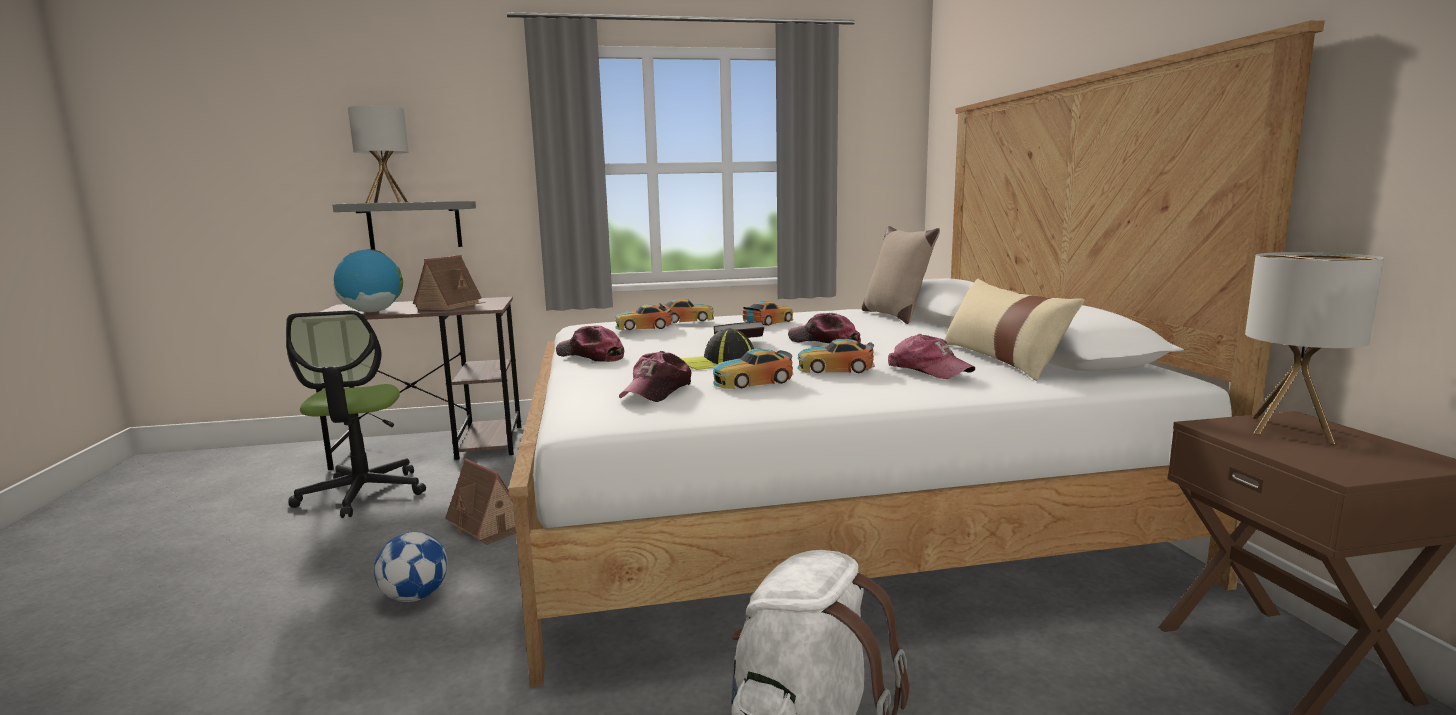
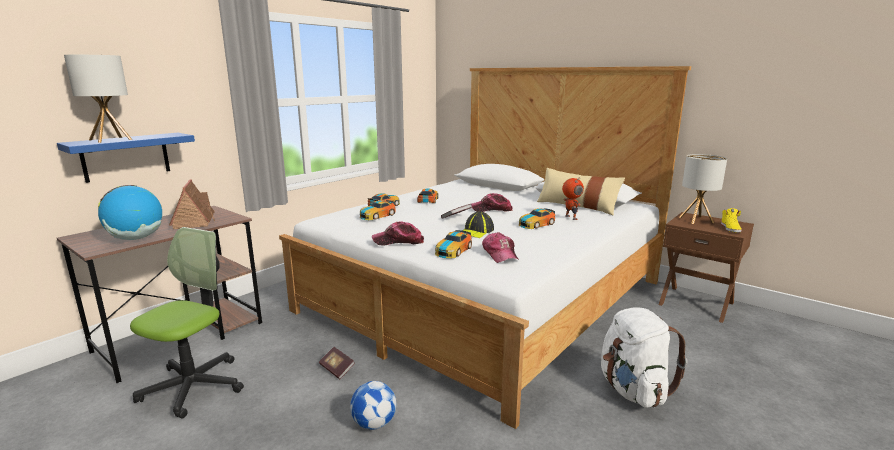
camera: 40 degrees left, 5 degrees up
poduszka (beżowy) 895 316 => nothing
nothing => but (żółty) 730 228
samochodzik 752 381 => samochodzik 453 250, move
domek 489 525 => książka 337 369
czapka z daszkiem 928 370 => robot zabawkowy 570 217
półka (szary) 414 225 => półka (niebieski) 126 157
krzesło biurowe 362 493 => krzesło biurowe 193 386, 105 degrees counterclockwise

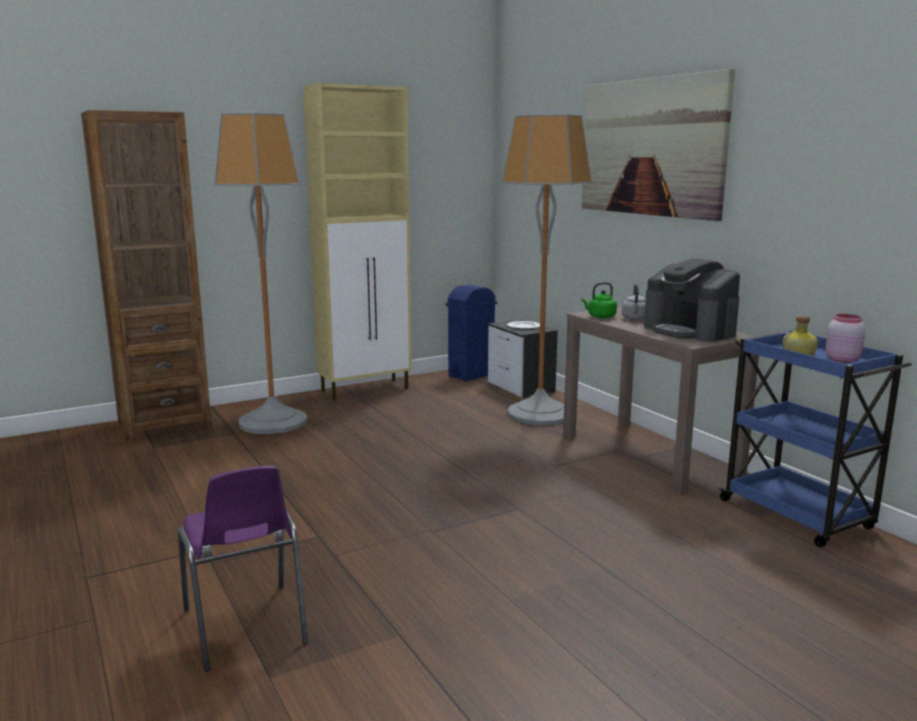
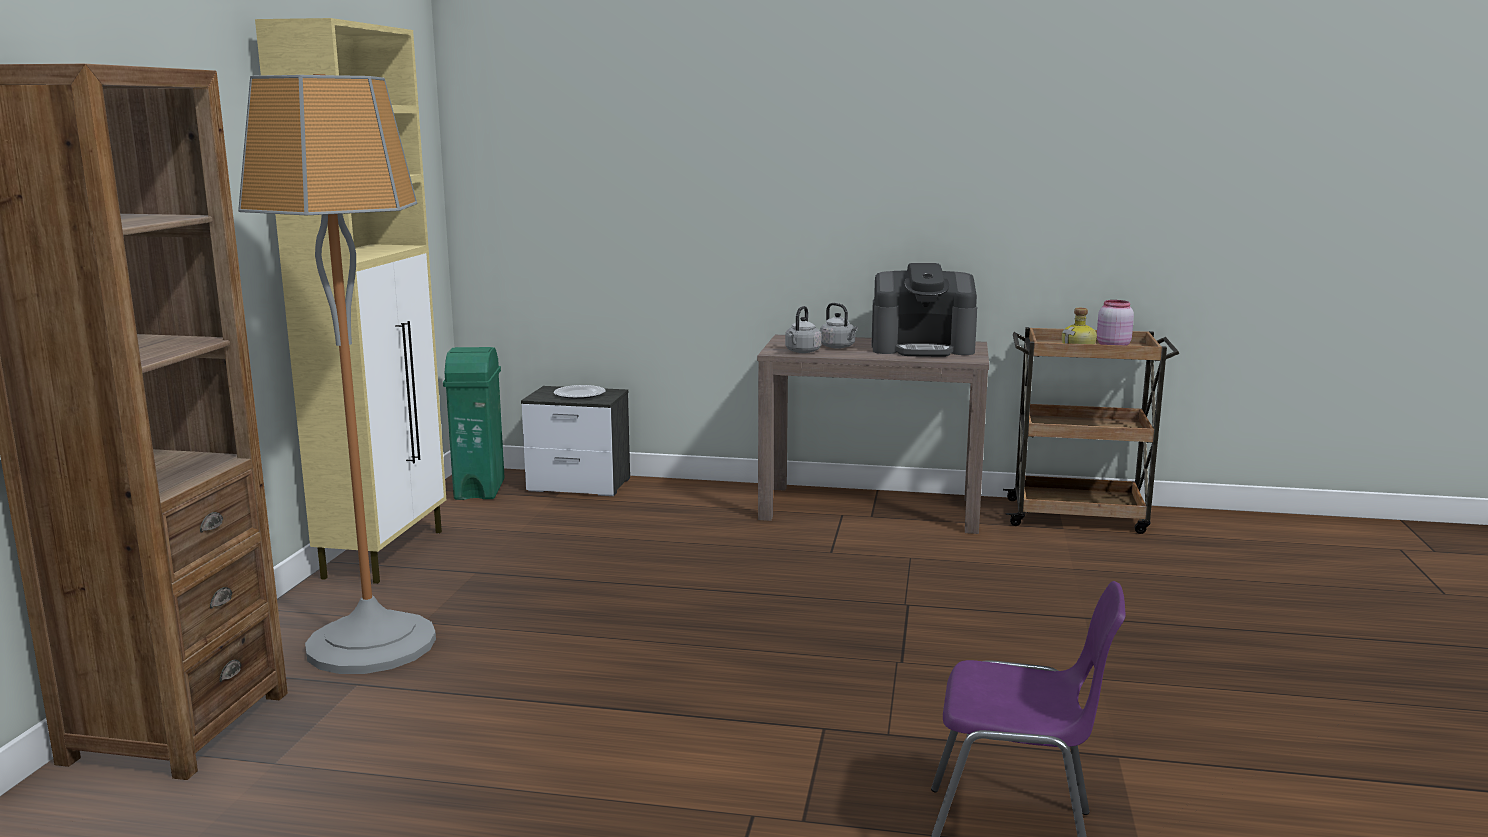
camera: 50 degrees left, 0 degrees up
lampa stojąca 539 414 => nothing
obraz 651 147 => nothing
kosz na śmieci (niebieski) 471 375 => kosz na śmieci (zielony) 480 489
czajnik (zielony) 600 316 => czajnik (szary) 802 351
wózek (niebieski) 797 515 => wózek (brązowy) 1078 516

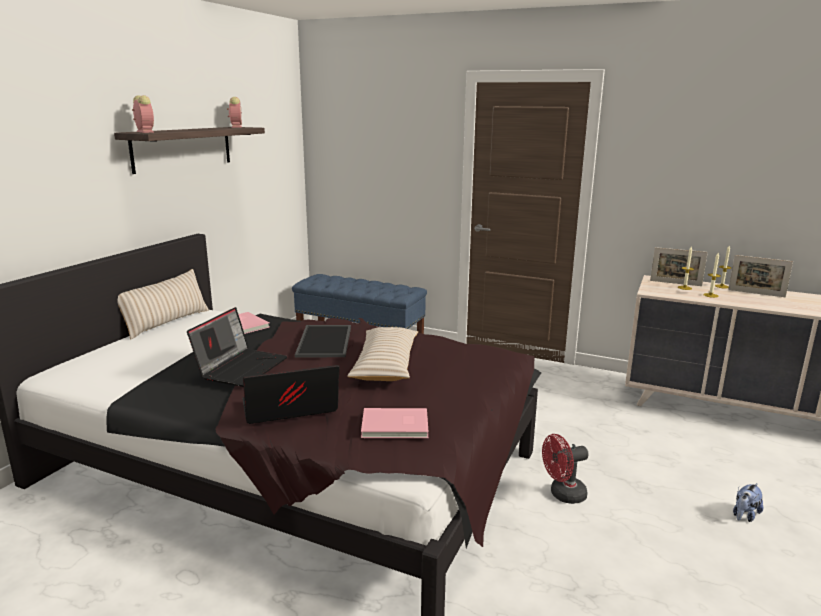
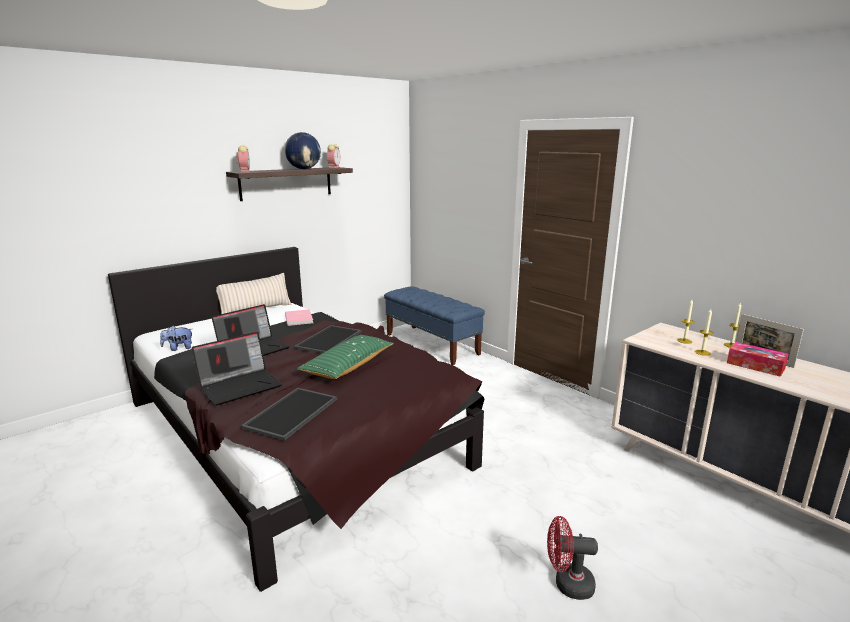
camera: 25 degrees right, 0 degrees up
ramka na zdjęcie 675 283 => nothing
nothing => globus 304 169
nothing => pudełko chusteczek 755 365
wentylator (czerwony) 563 495 => wentylator (czerwony) 567 584, move
pluszak 744 515 => pluszak 178 348, move
książka (różowy) 396 426 => taca 292 413
poduszka (beżowy) 385 365 => poduszka (zielony) 348 366
laptop 288 410 => laptop 241 386, 135 degrees clockwise

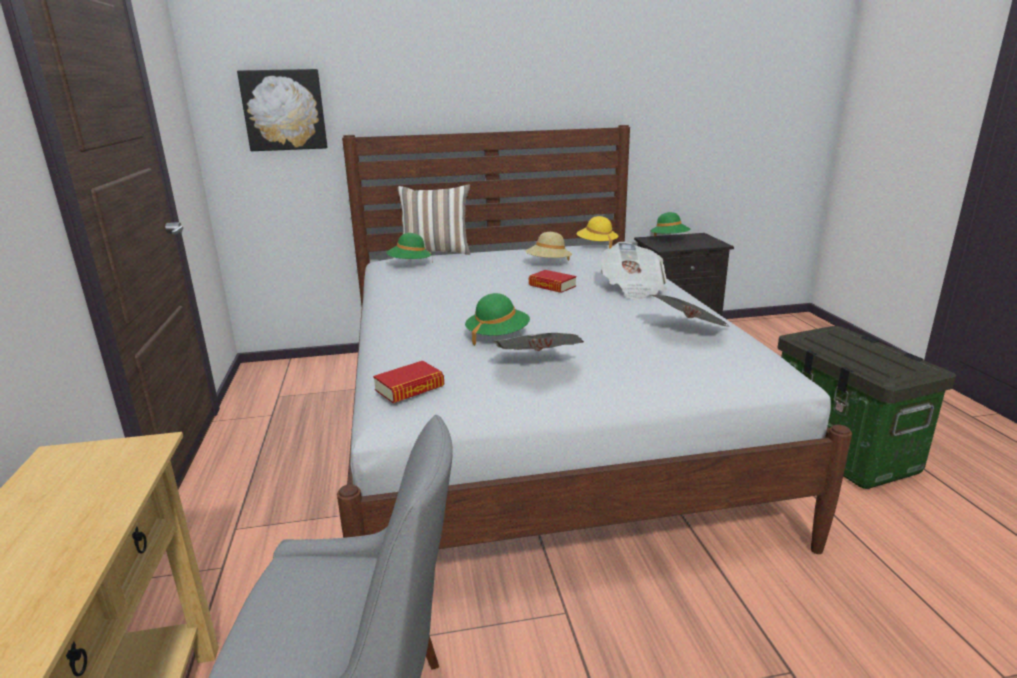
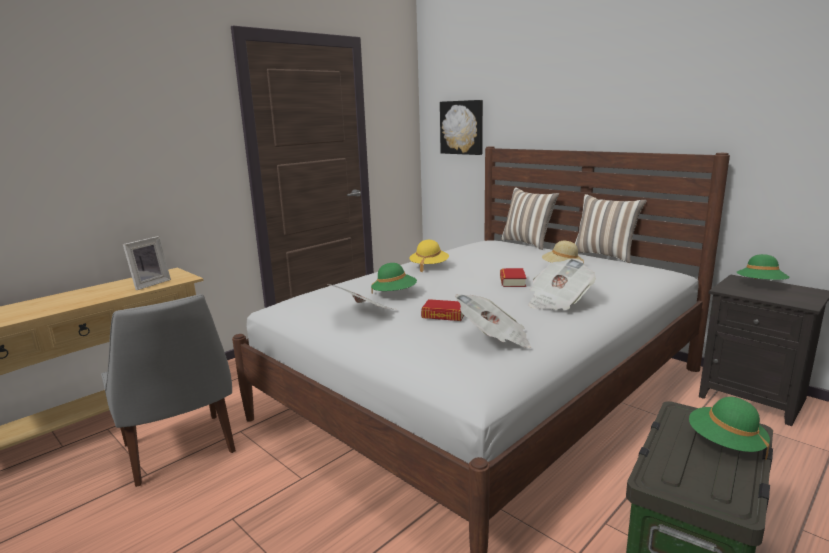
camera: 55 degrees right, 5 degrees down
nothing => ramka na zdjęcie 149 284
nothing => poduszka 605 255
książka 409 388 => książka 444 315, move
kapelusz (zielony) 409 264 => kapelusz (zielony) 725 444, move
kapelusz (żółty) 597 245 => kapelusz (żółty) 429 266, move

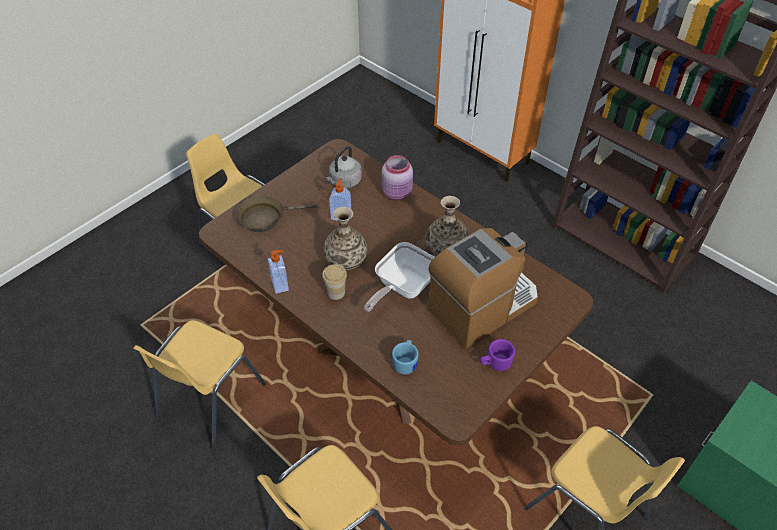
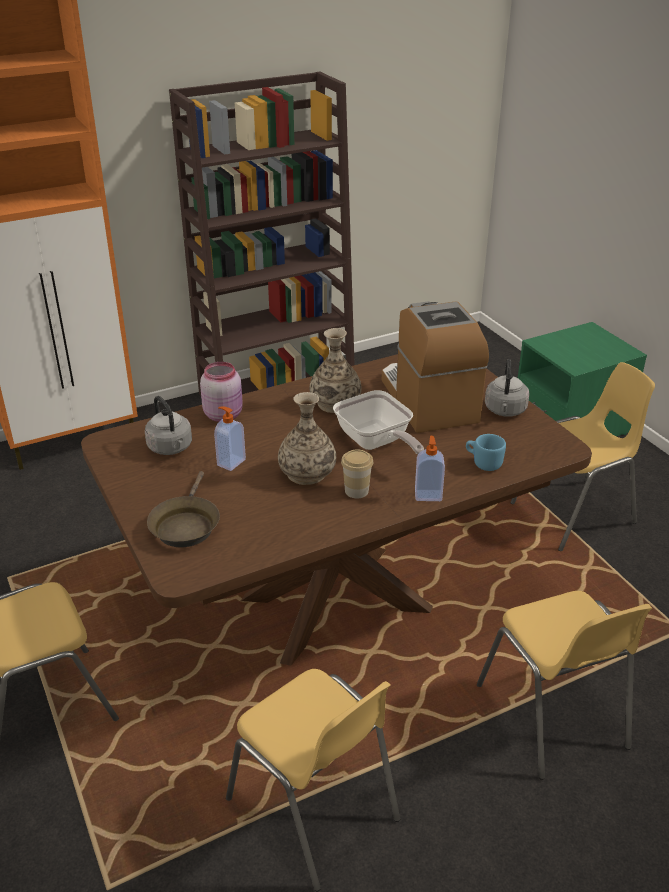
camera: 70 degrees left, 15 degrees down
dozownik mydła 281 285 => dozownik mydła 428 495, move
kubek (fioletowy) 495 363 => czajnik (szary) 505 411

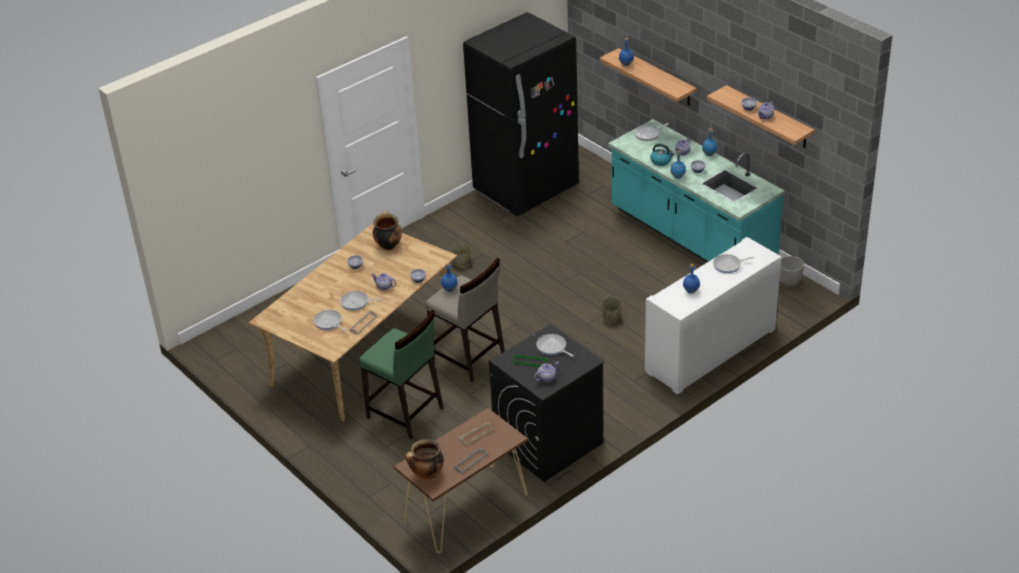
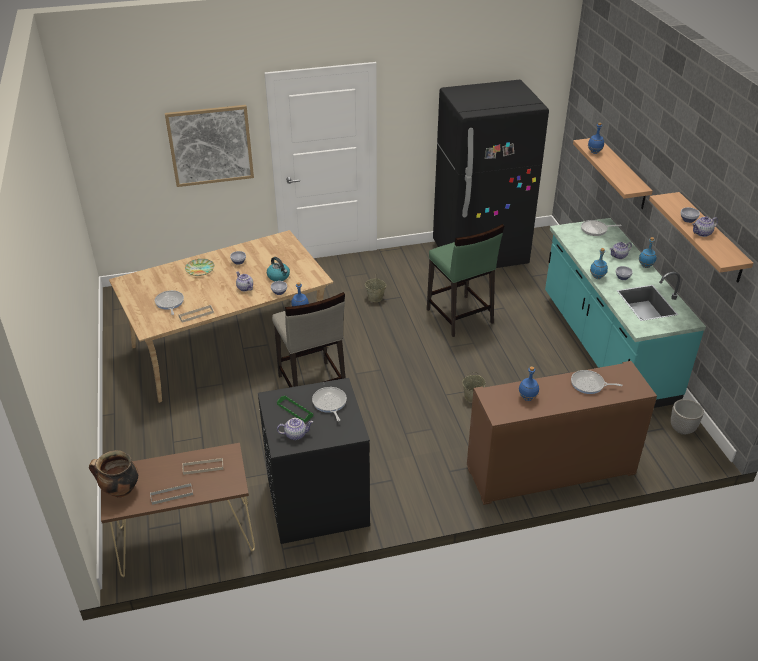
camera: 25 degrees right, 0 degrees up
patelnia 356 302 => nothing
garnek 388 245 => nothing
nothing => obraz 210 145
nothing => talerz 200 269
stołek (zielony) 405 413 => stołek (zielony) 459 316, move
czajnik 661 161 => czajnik 279 276, move
szafka (biały) 710 350 => szafka (brązowy) 550 470

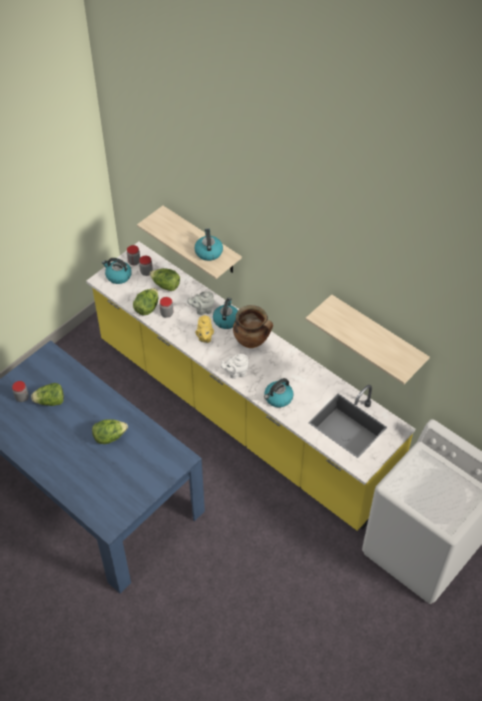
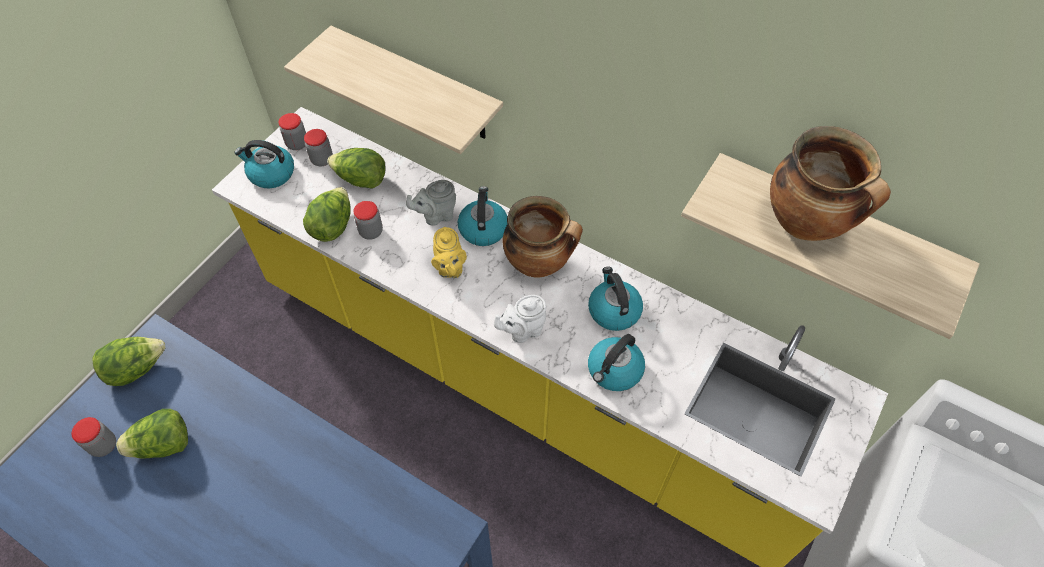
camera: 10 degrees left, 5 degrees up
nothing => garnek 807 224
sałata 110 437 => sałata 137 369, move
czajnik 208 252 => czajnik 613 310, move

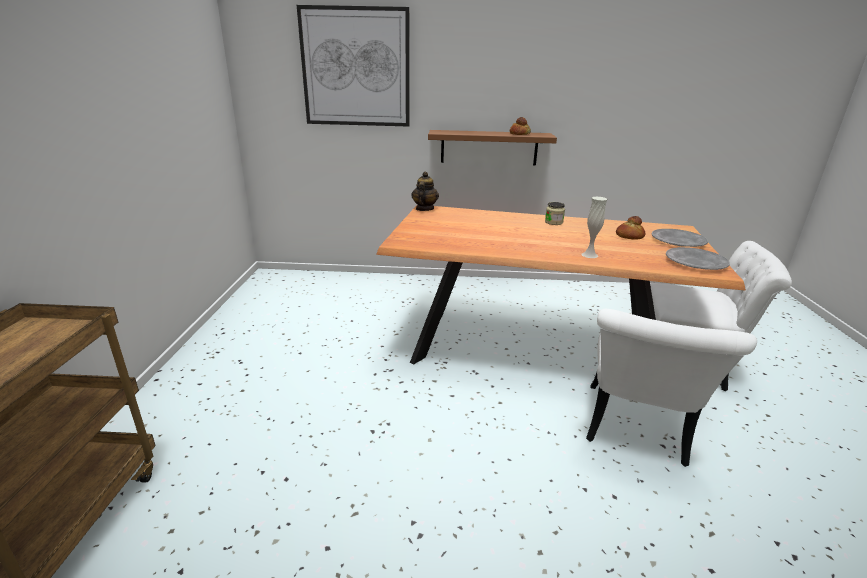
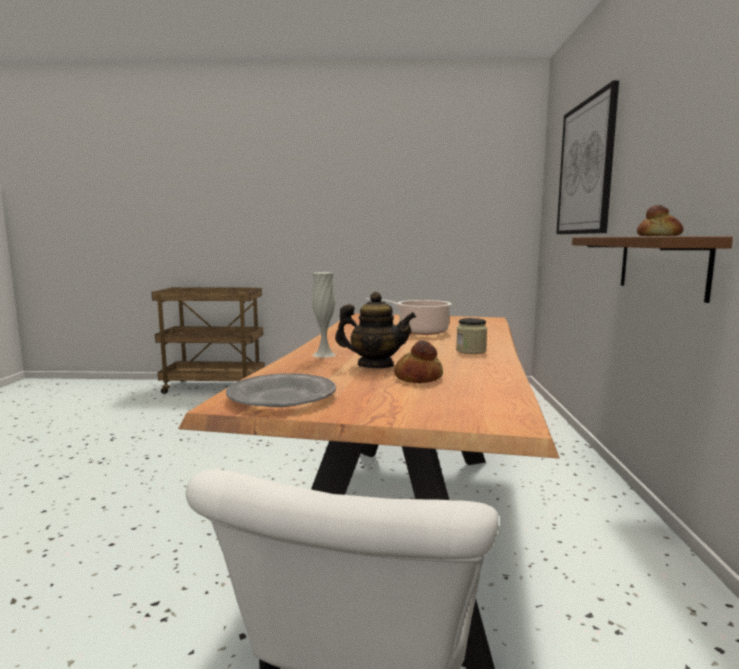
camera: 90 degrees right, 15 degrees down
krzesło (biały) 635 432 => nothing
talerz (szary) 677 241 => nothing
nothing => garnek 419 331
imbryk 424 209 => imbryk 375 365, move

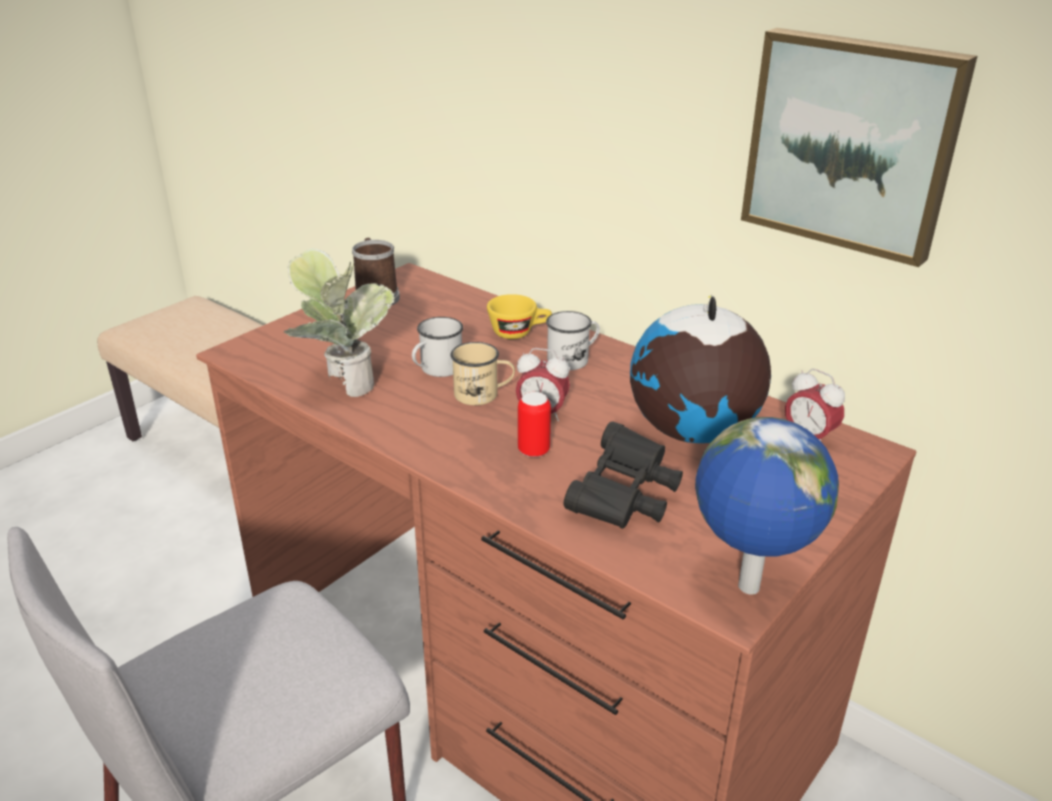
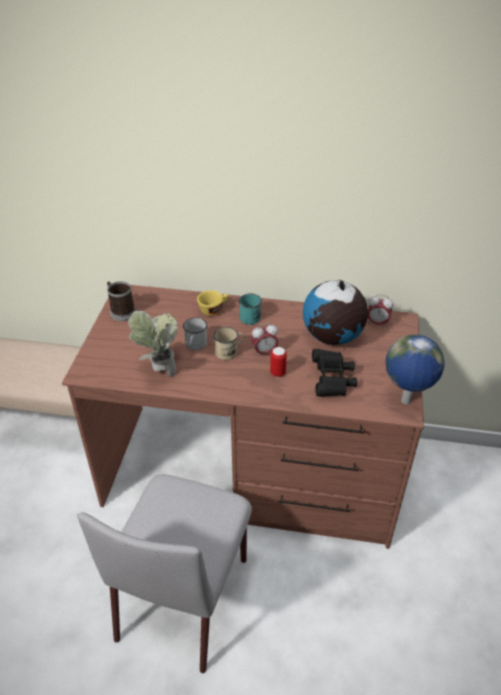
camera: 30 degrees left, 10 degrees up
obraz 852 143 => nothing
kubek (biały) 573 359 => kubek (turkusowy) 252 316

